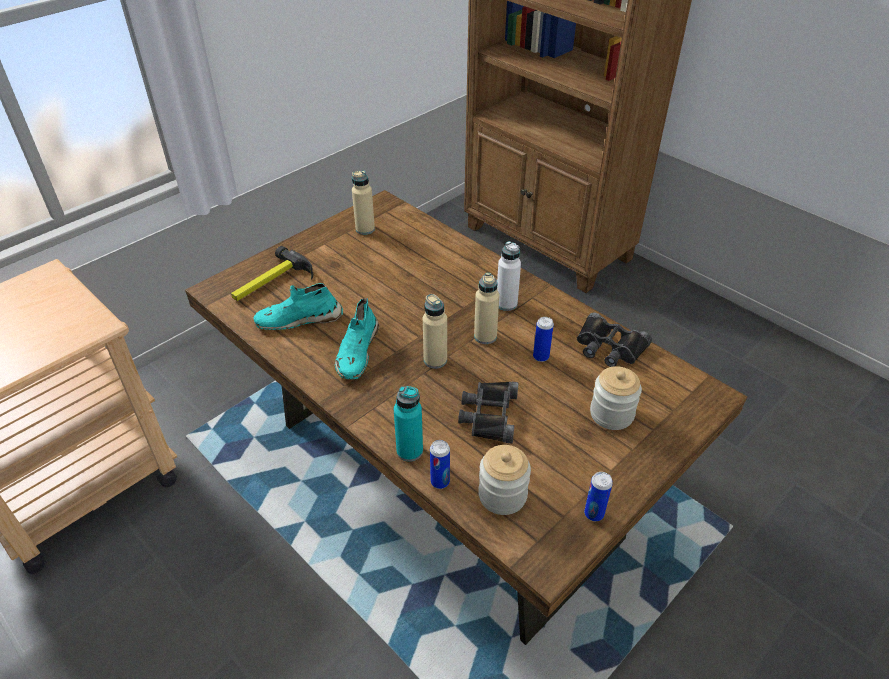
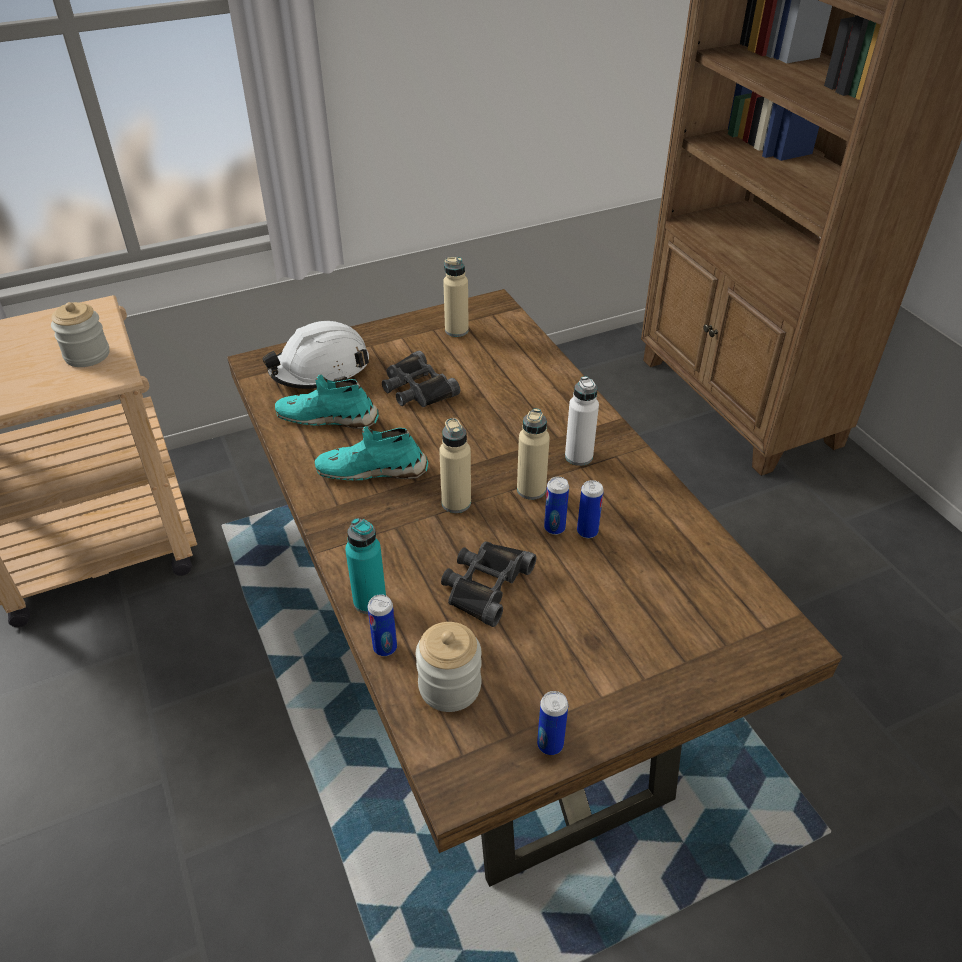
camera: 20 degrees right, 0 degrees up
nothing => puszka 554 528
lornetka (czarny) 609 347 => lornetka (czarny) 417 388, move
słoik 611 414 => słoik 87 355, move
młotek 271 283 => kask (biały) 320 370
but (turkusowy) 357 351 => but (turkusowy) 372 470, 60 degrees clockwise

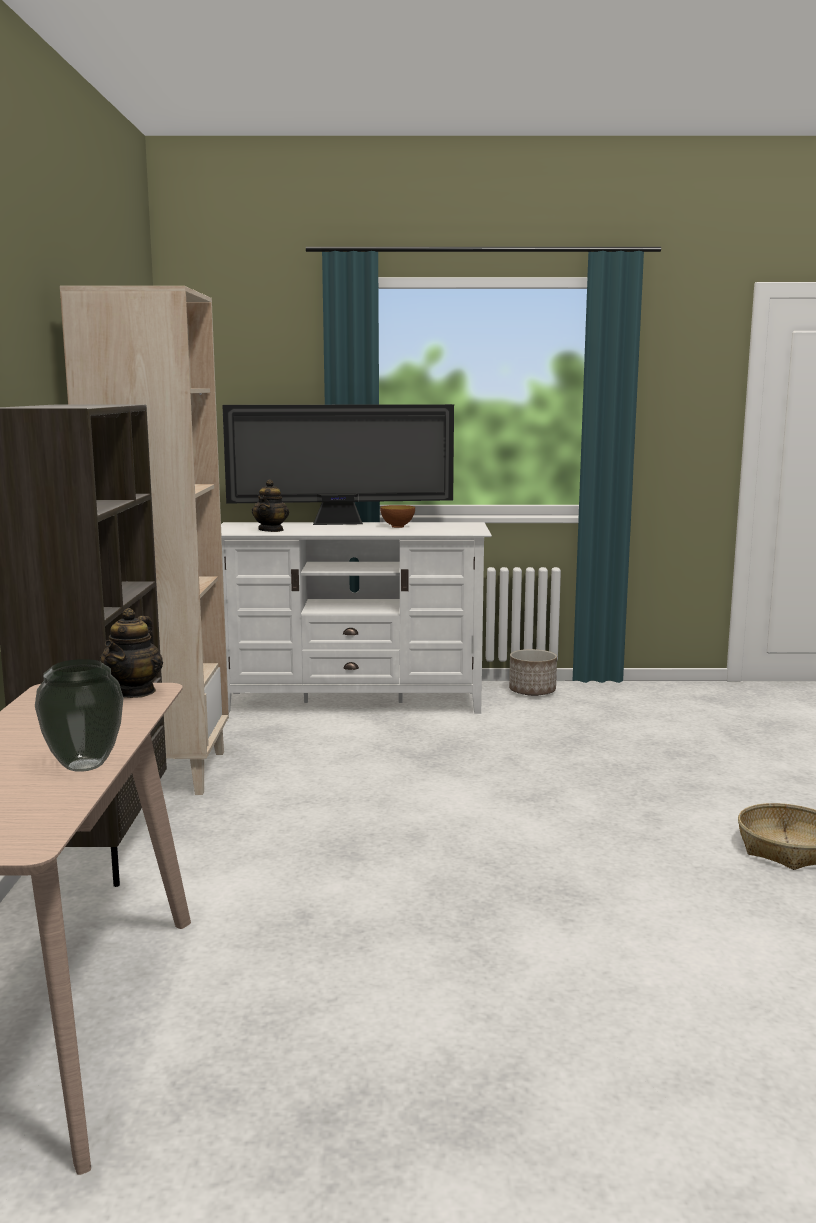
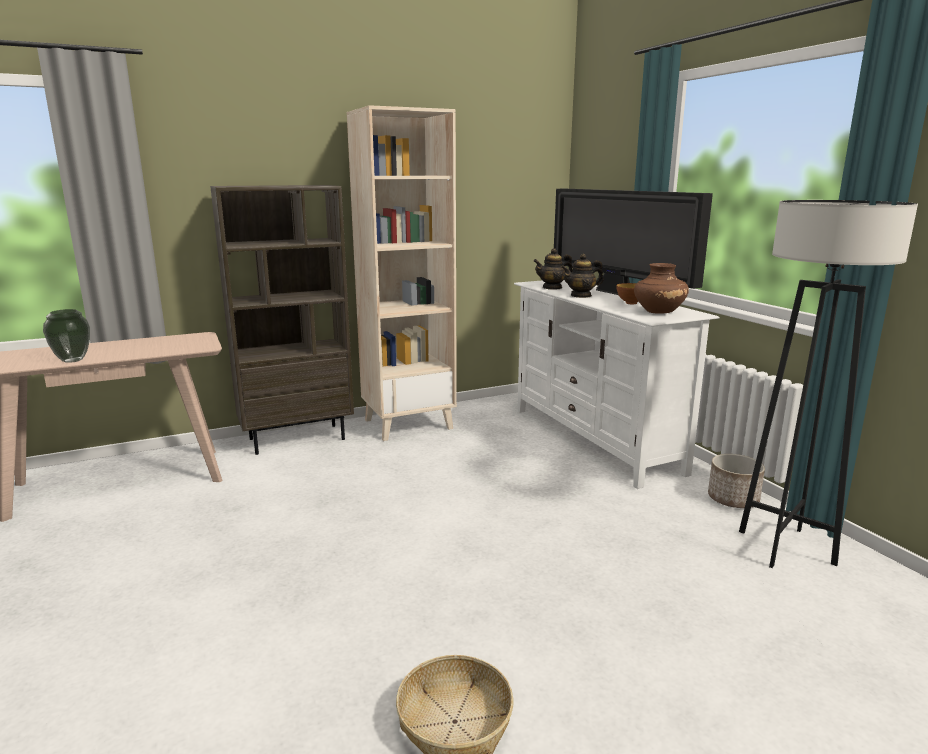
camera: 65 degrees right, 5 degrees up
nothing => wazon (brązowy) 658 312
nothing => lampa stojąca (szary) 785 547
imbryk 134 692 => imbryk 581 295, move

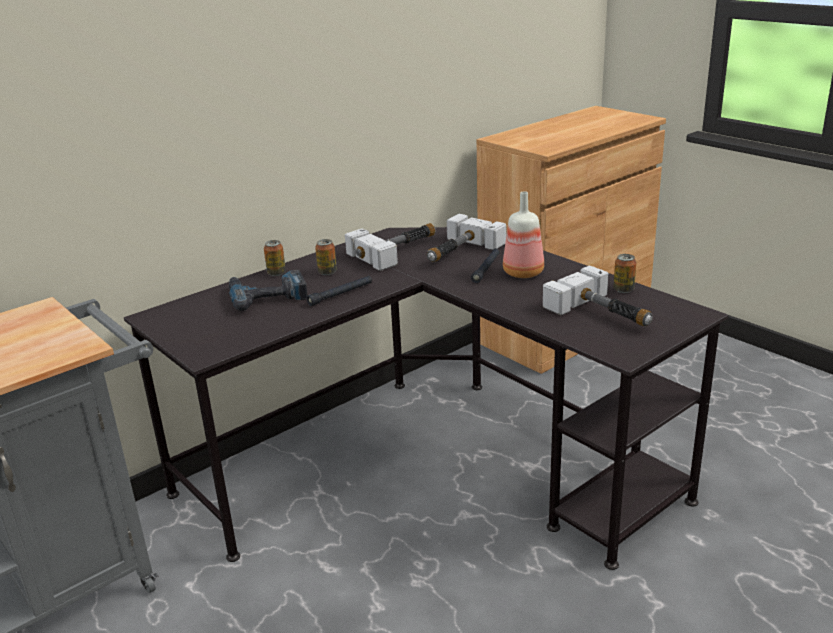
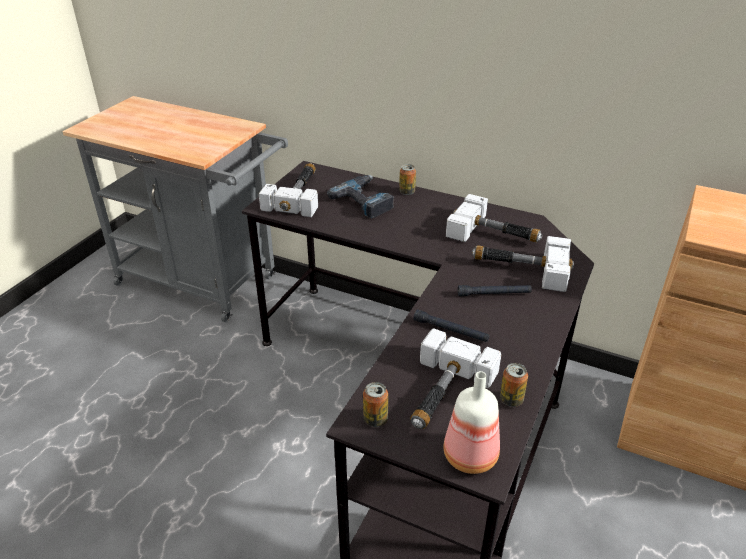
camera: 65 degrees right, 10 degrees up
nothing => młotek 298 195
latarka (czarny) 341 294 => latarka (czarny) 450 330, move
puszka 327 272 => puszka 375 419, move
butelka 524 273 => butelka 471 457, move

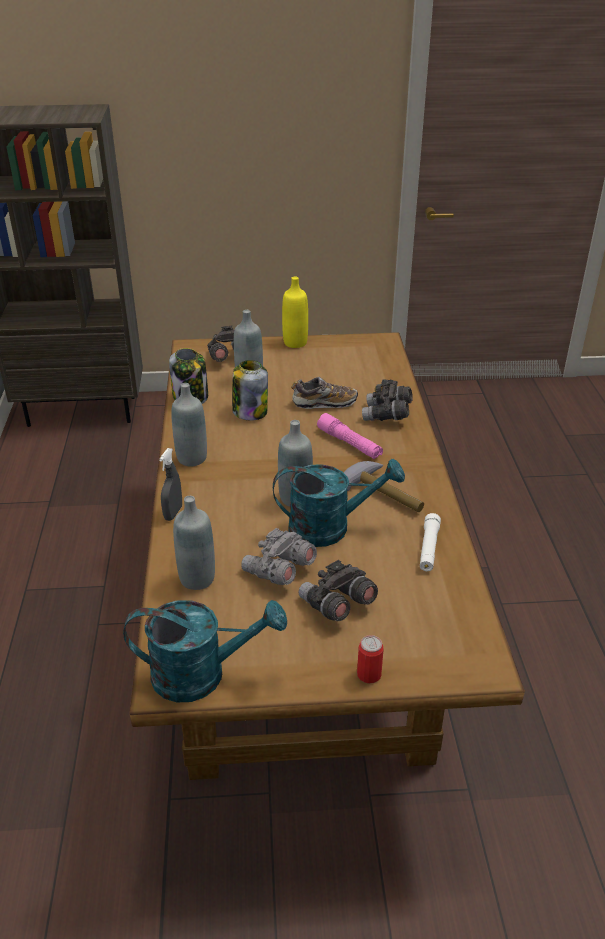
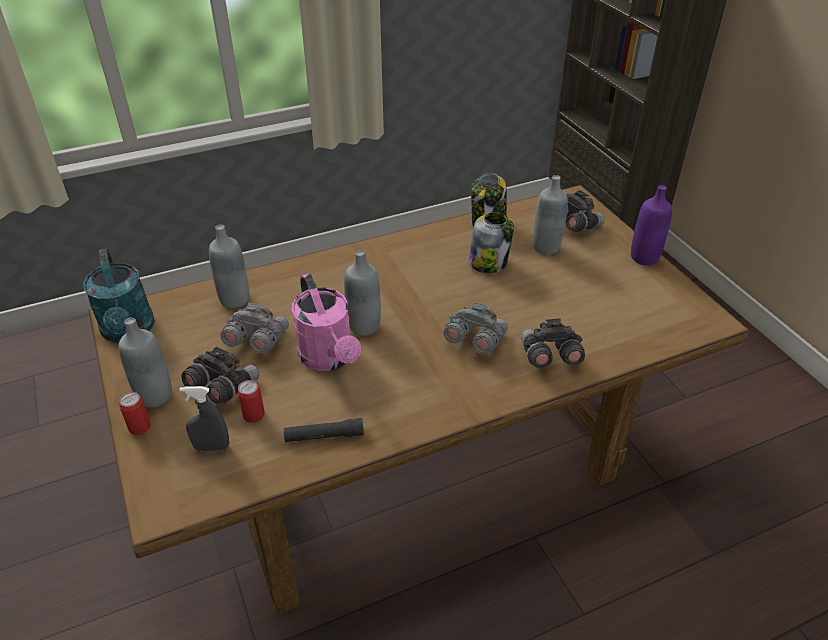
camera: 70 degrees right, 5 degrees up
but 324 403 => nothing
młotek 384 493 => nothing
nothing => puszka 253 415
spryskiwacz (szary) 173 513 => spryskiwacz (szary) 212 447, move
butelka (szary) 192 458 => butelka (szary) 155 395, move
latarka (różowy) 349 444 => lornetka (szary) 475 341
konewka (turkusowy) 330 527 => konewka (różowy) 330 358
butelka (żółty) 295 343 => butelka (fioletowy) 644 257
latarka (biały) 429 548 => latarka (czarny) 324 436

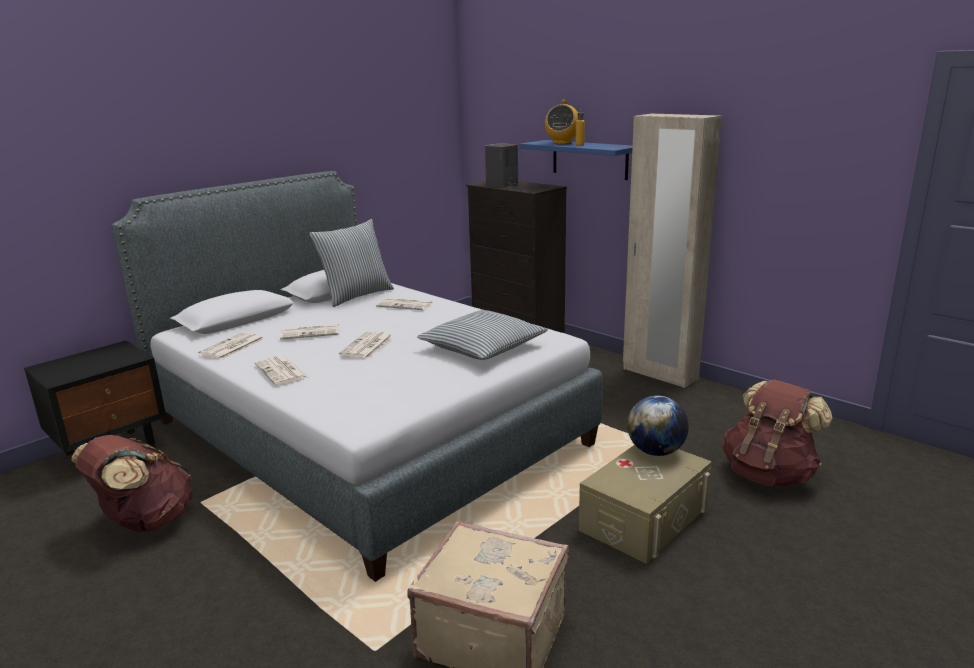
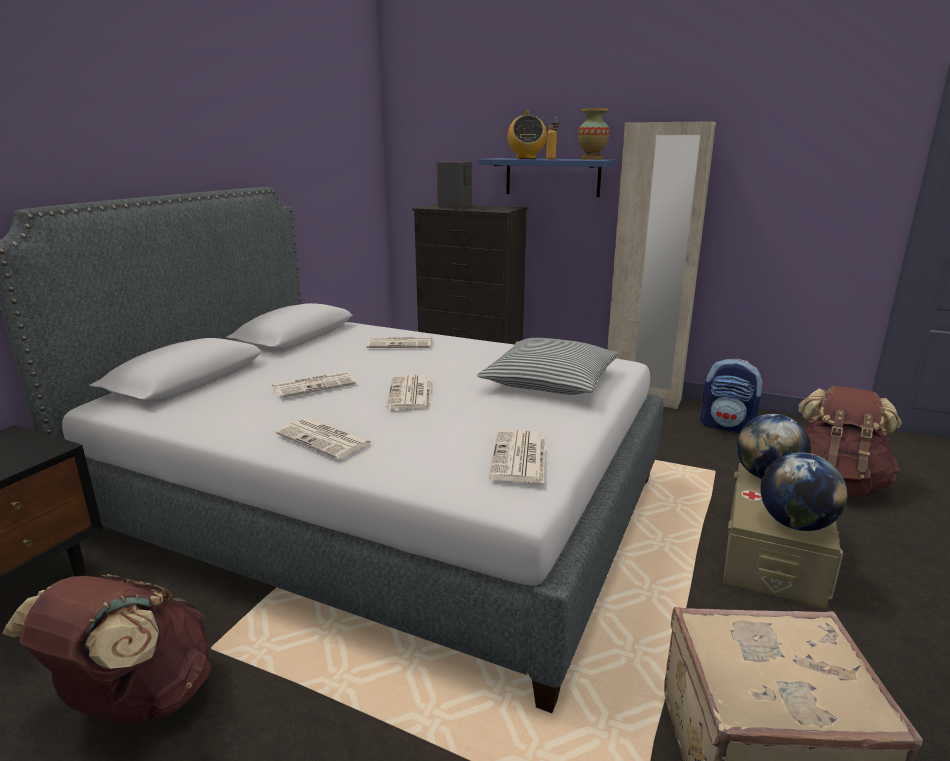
camera: 20 degrees left, 0 degrees up
poduszka 356 295 => nothing
nothing => wazon 591 159
nothing => plecak 728 426
nothing => globus 795 524
gazeta 232 347 => gazeta 519 458, move

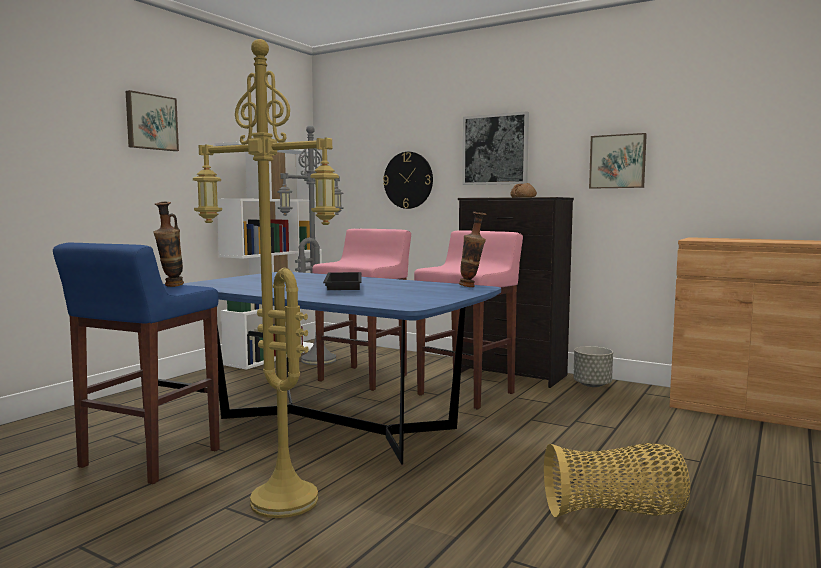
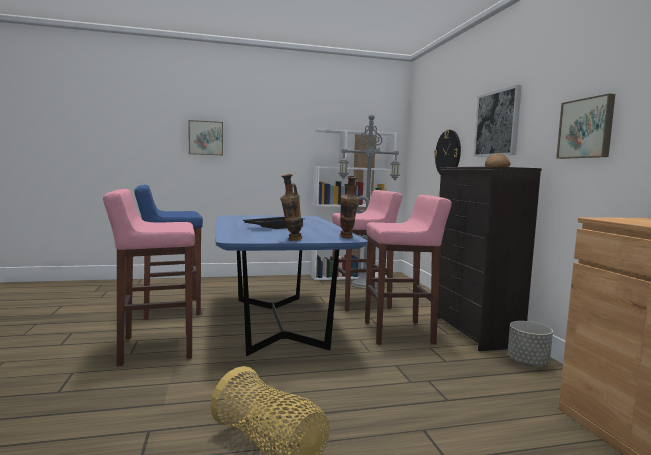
camera: 45 degrees right, 0 degrees up
obraz 151 122 => obraz 206 138, move
wazon 171 286 => wazon 290 240, move
lampa stojąca (żółty) 279 502 => stołek (różowy) 155 348

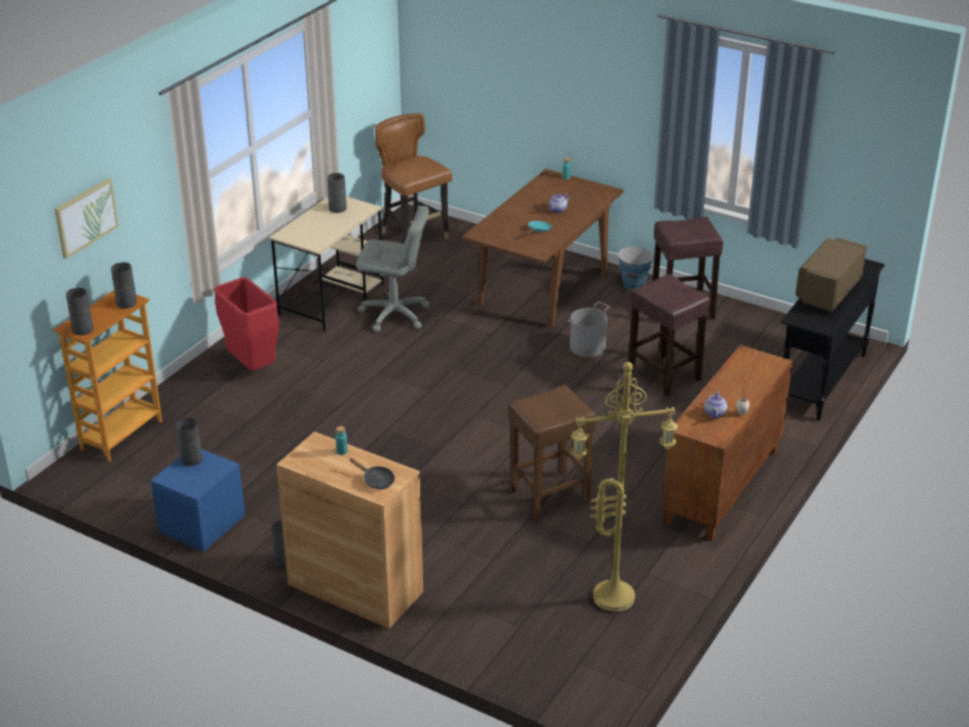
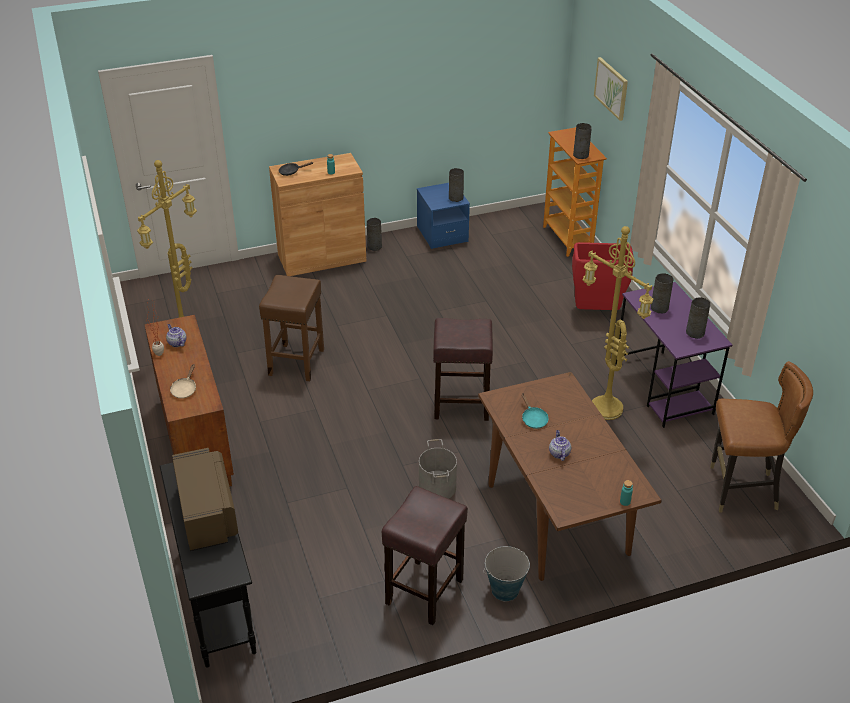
camera: 130 degrees right, 5 degrees up
nothing => patelnia (beżowy) 185 389
wazon (szary) 82 329 => wazon (szary) 659 308, move
stołek (brązowy) 665 376 => stołek (brązowy) 460 405, move
krzesło biurowe (szary) 394 314 => lampa stojąca (żółty) 603 409
biurko (beżowy) 332 299 => biurko (fioletowy) 663 388

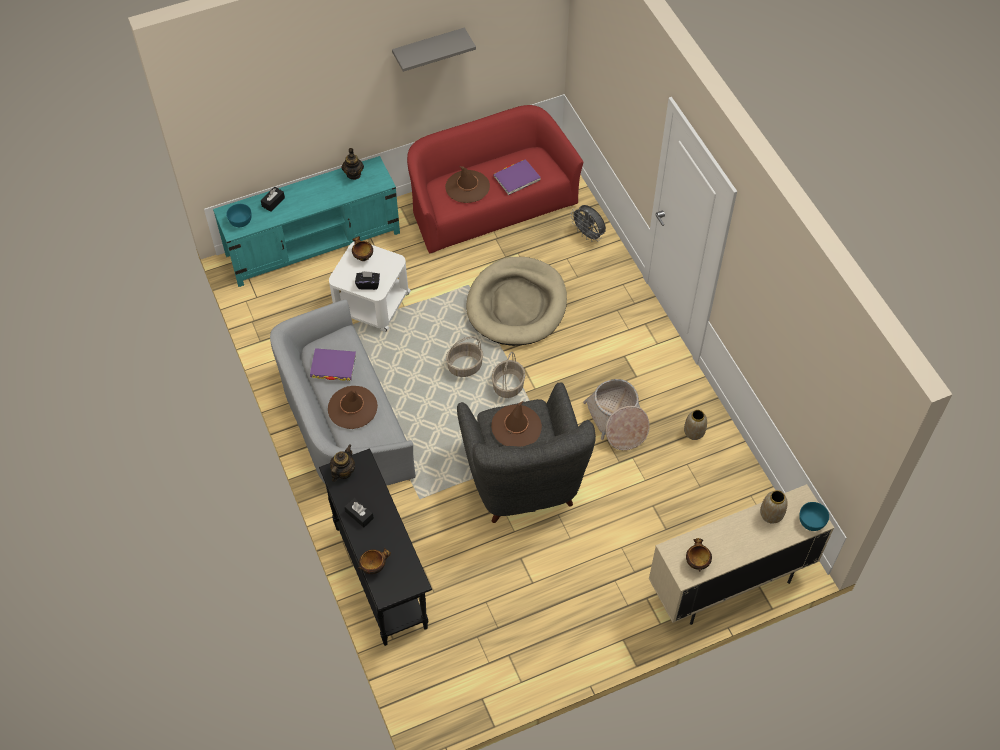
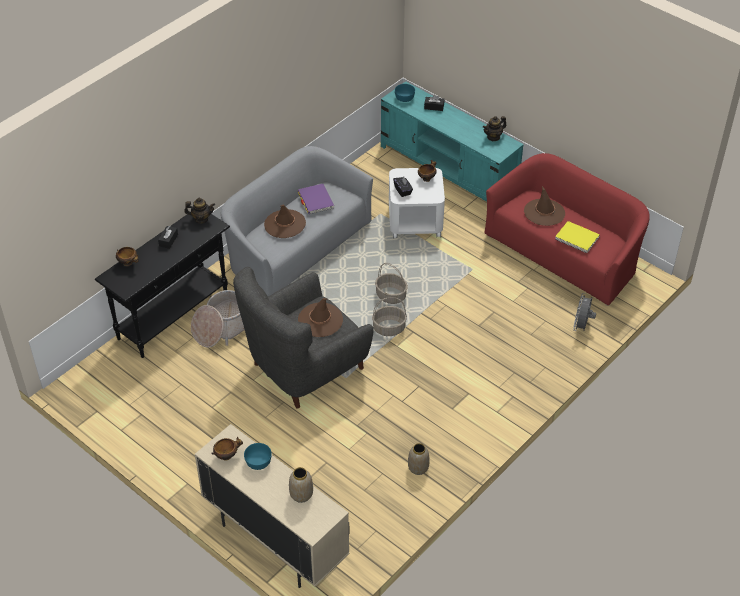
camera: 65 degrees right, 10 degrees down
półka (szary) 429 49 => nothing
legowisko (beżowy) 517 304 => nothing
koszyk 617 421 => koszyk 222 327, move
miska (turkusowy) 811 521 => miska (turkusowy) 258 461, move
książka (fioletowy) 516 178 => książka (żółty) 577 238

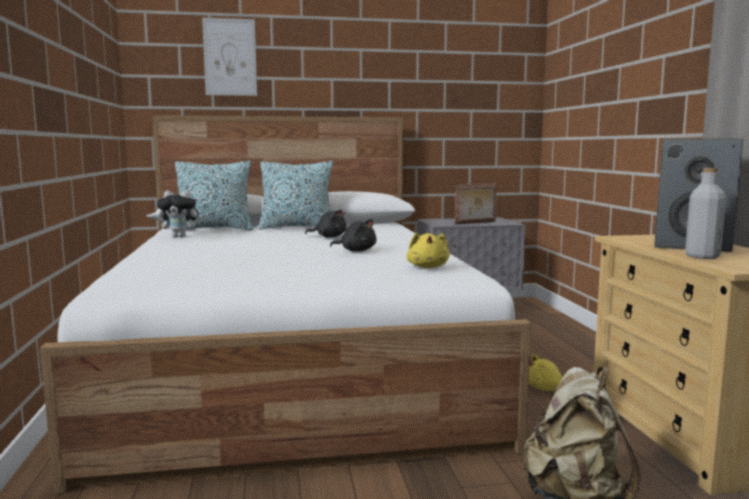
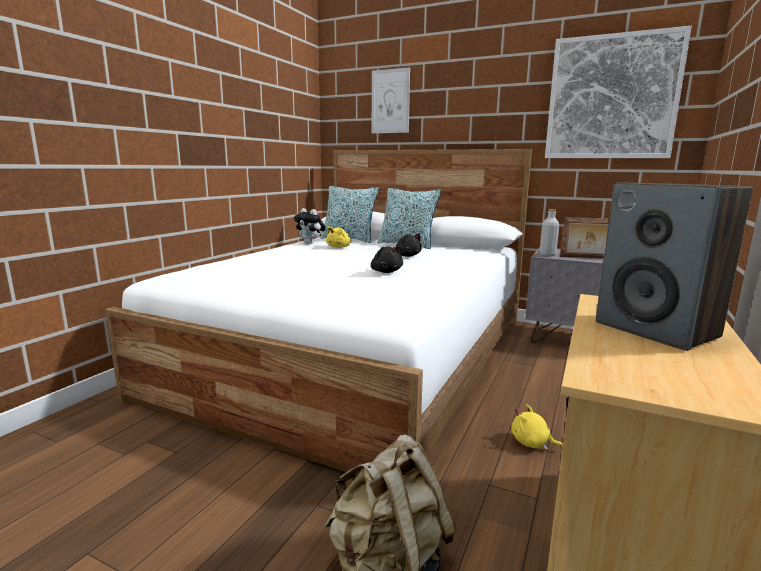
camera: 35 degrees right, 5 degrees up
nothing => obraz 611 98
pluszak (żółty) 428 267 => pluszak (żółty) 339 247, move
butelka (szary) 702 256 => butelka (szary) 547 254, move

